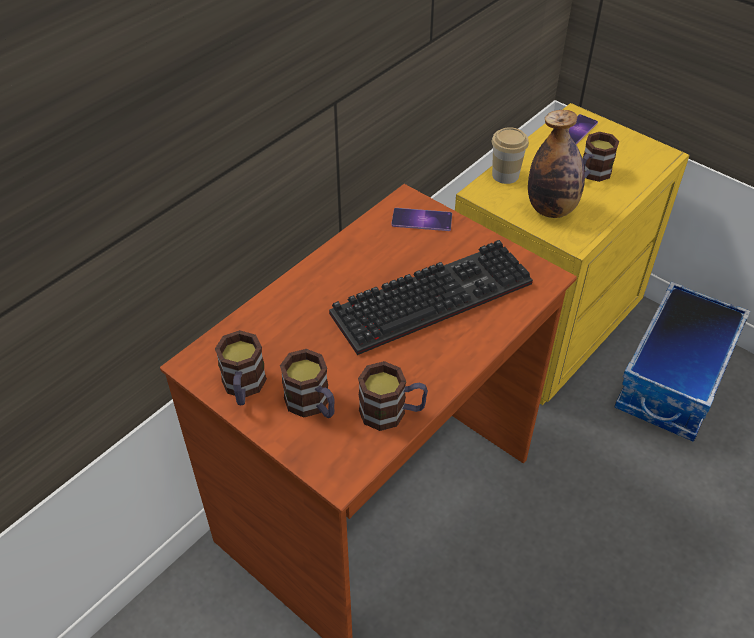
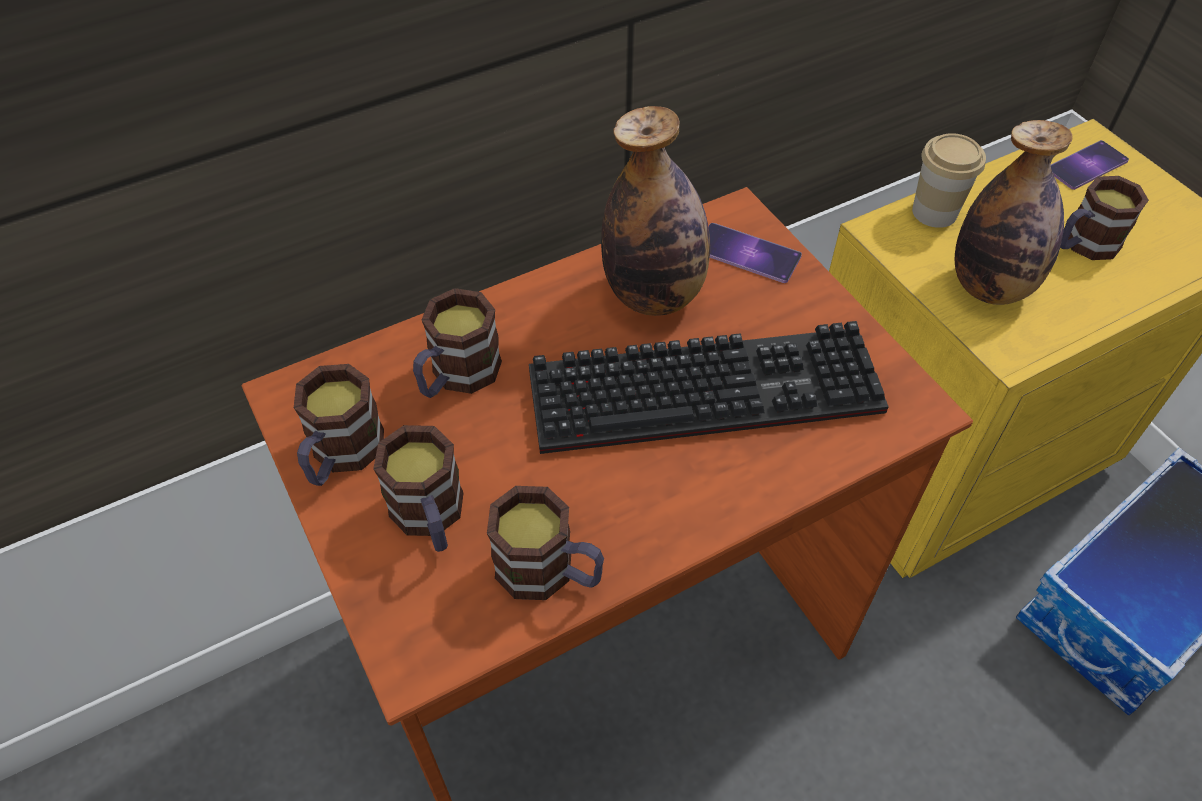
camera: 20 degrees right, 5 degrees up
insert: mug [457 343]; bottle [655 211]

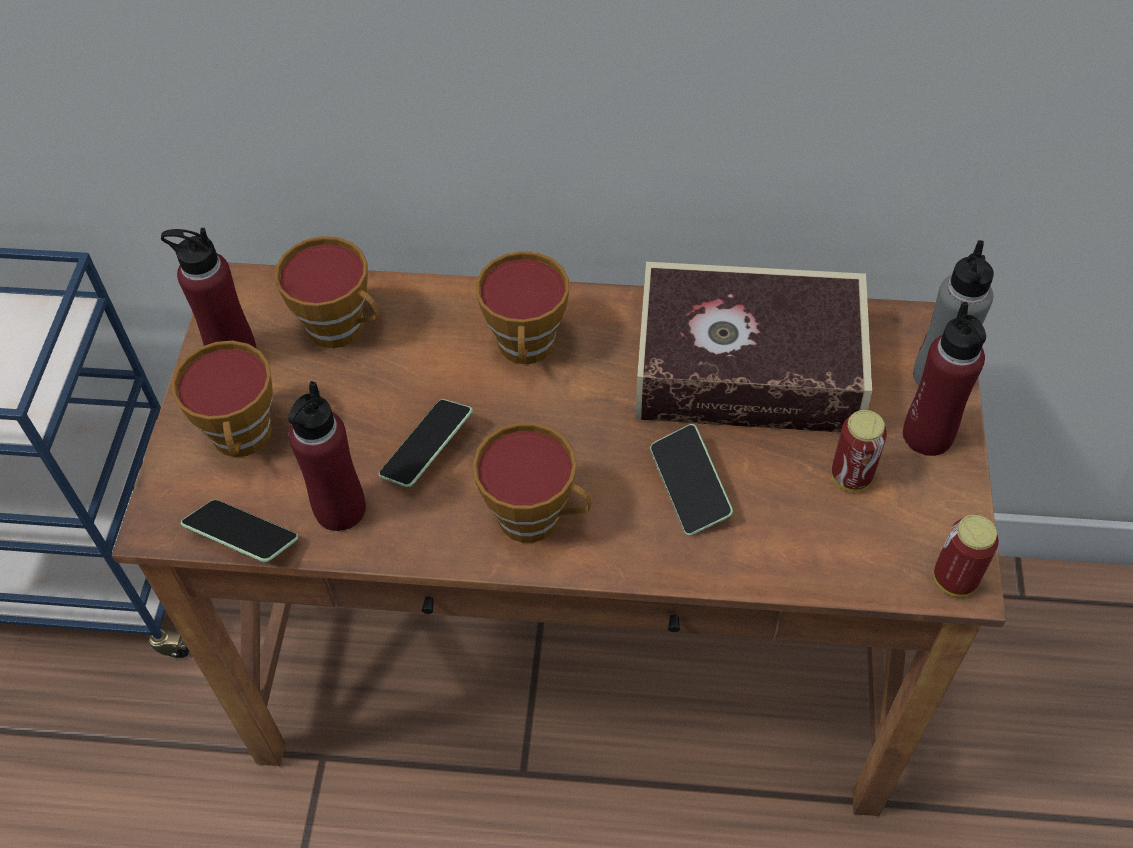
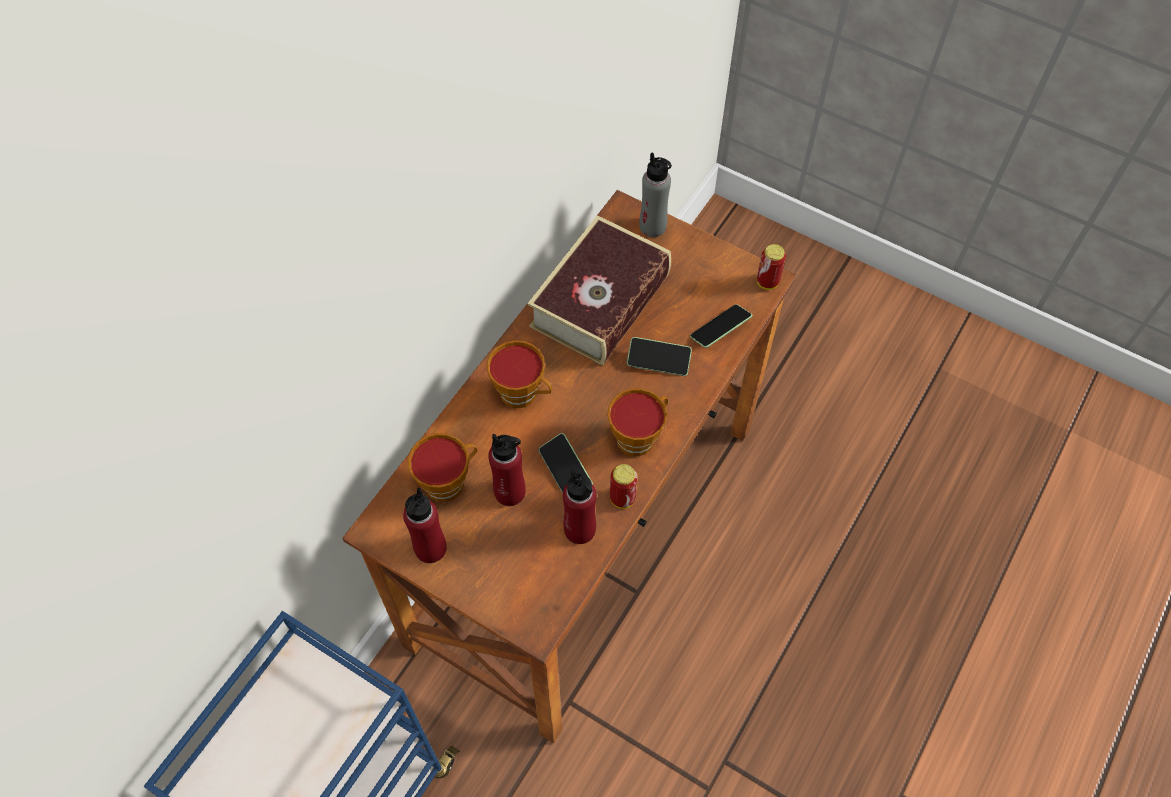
camera: 65 degrees left, 5 degrees up
delete: cup [222 399]
move: phone [239 531] to [721 326]; can [859 451] to [624 486]; red bottle [944 379] to [507 470]

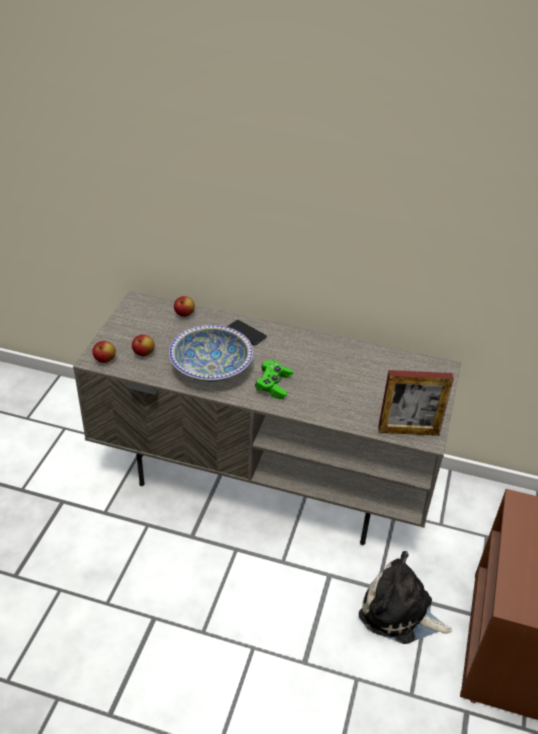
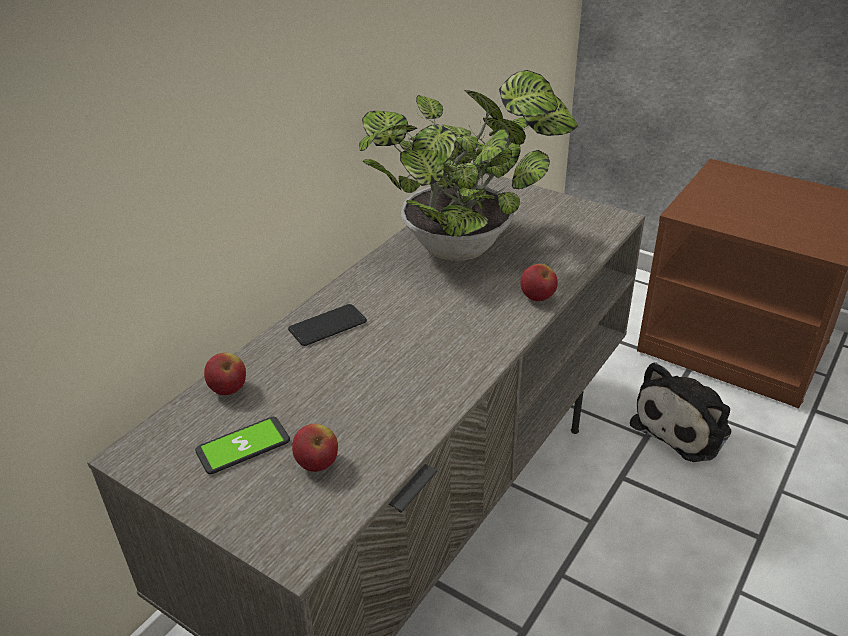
camera: 70 degrees left, 5 degrees down
delete: bowl [211 353]; green game controller [274 379]; picture frame [416 403]
insert: phone [242 445]; potted plant [468 165]
move: apple [104 352] to [539 282]

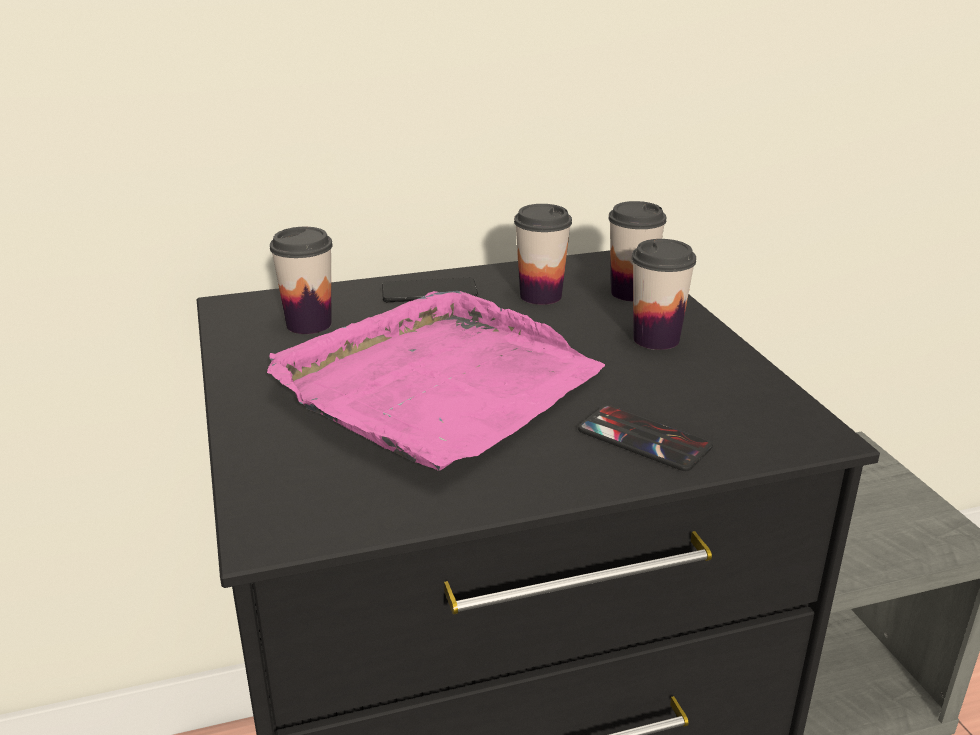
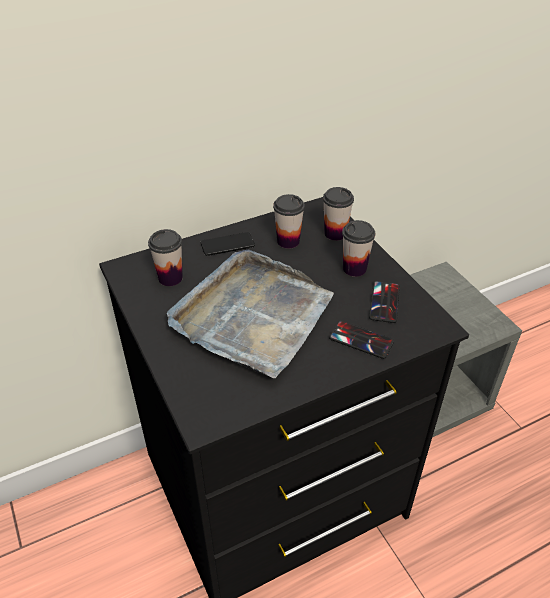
camera: 10 degrees left, 15 degrees up
insert: phone [384 302]
recolor: pink tray [436 381] to grey tray [250 314]

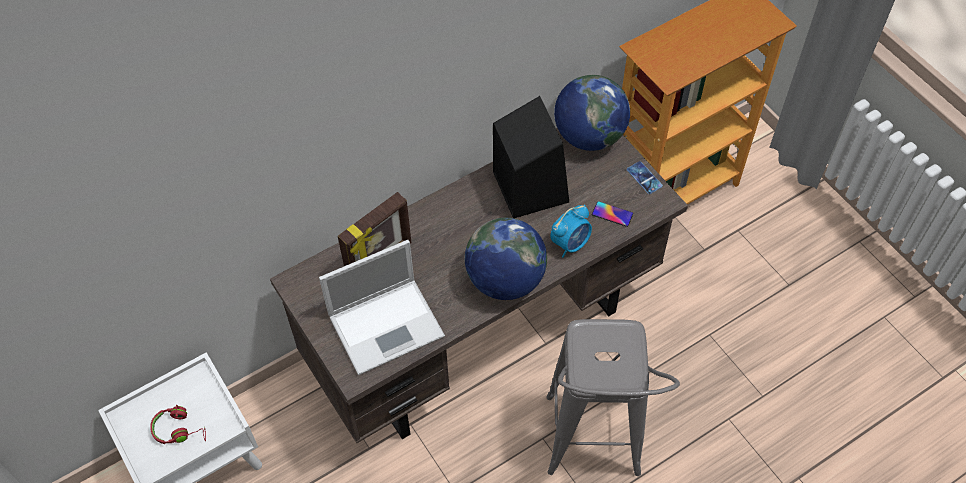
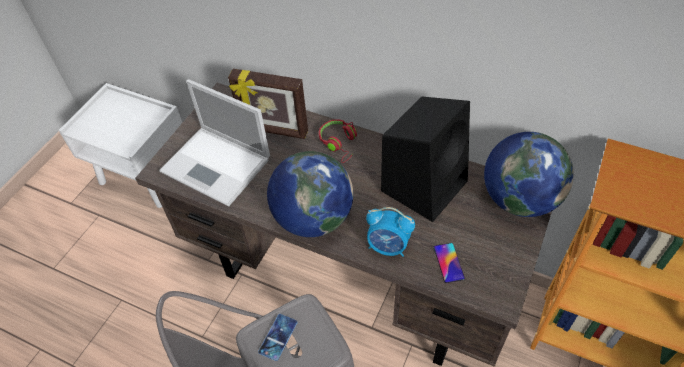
camera: 60 degrees right, 5 degrees down
move: red headphones [178 424] to [338 141]; phone [645 177] to [278 337]

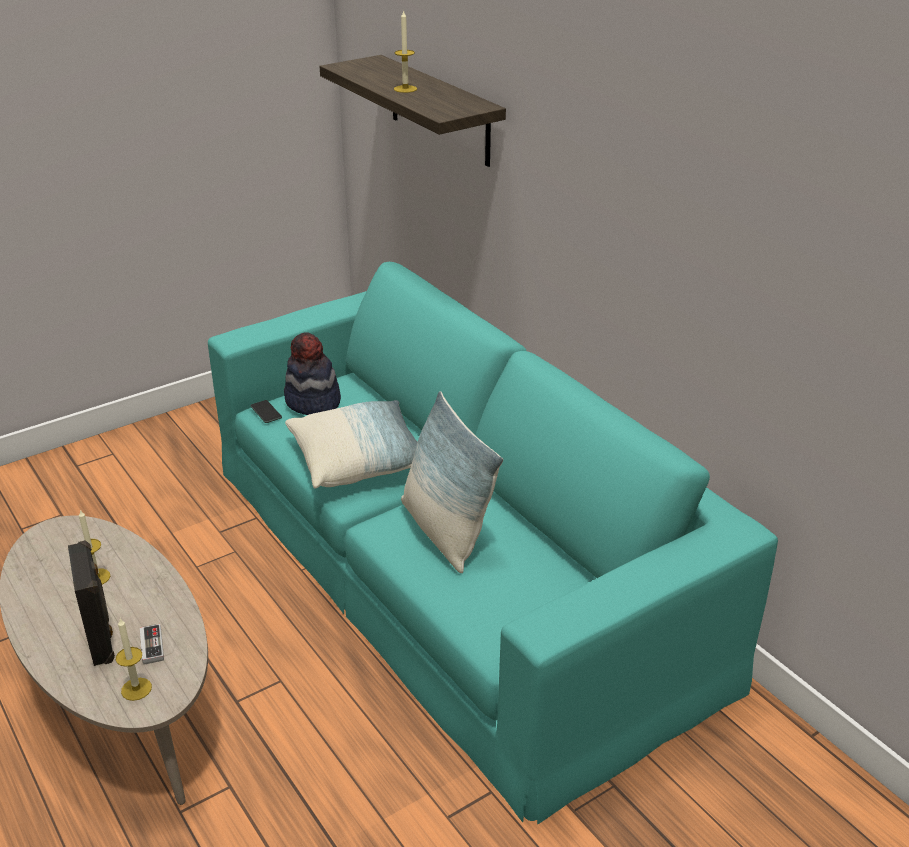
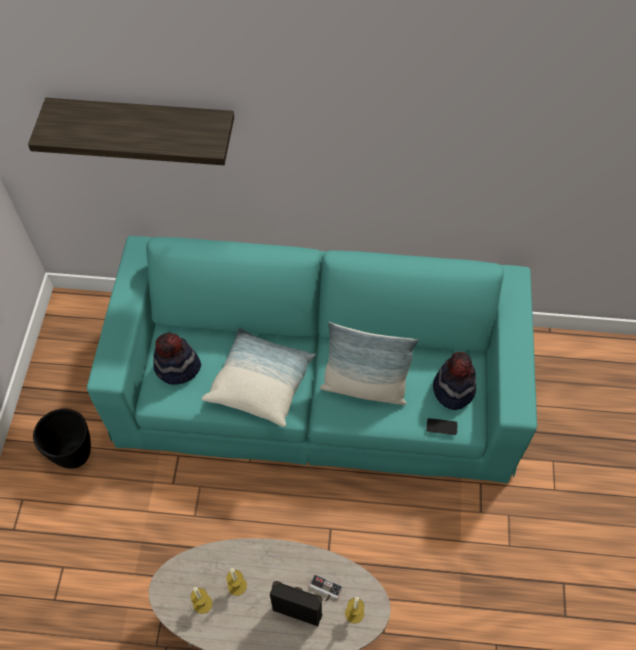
camera: 50 degrees left, 25 degrees up
insert: black planter [62 439]; hat [454 381]
move: phone [266 411] to [442 426]; candle [405 51] to [201 600]

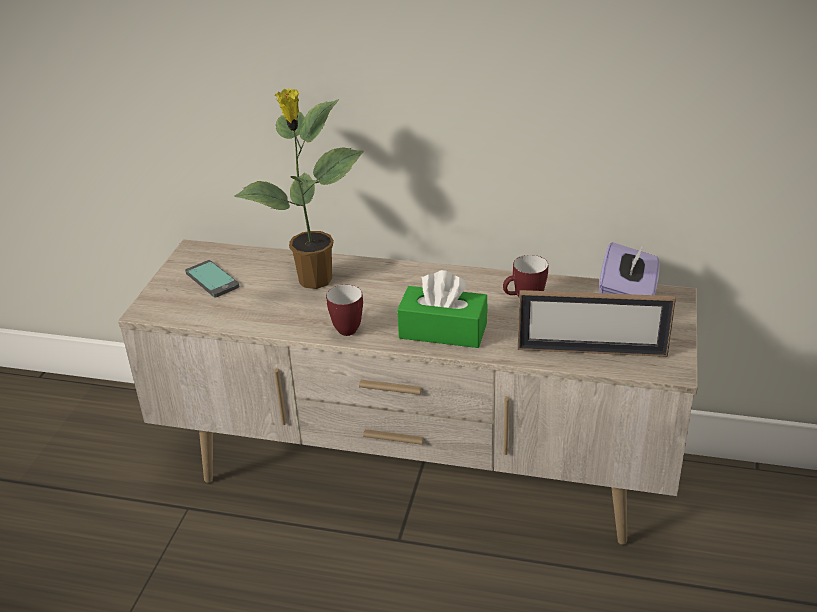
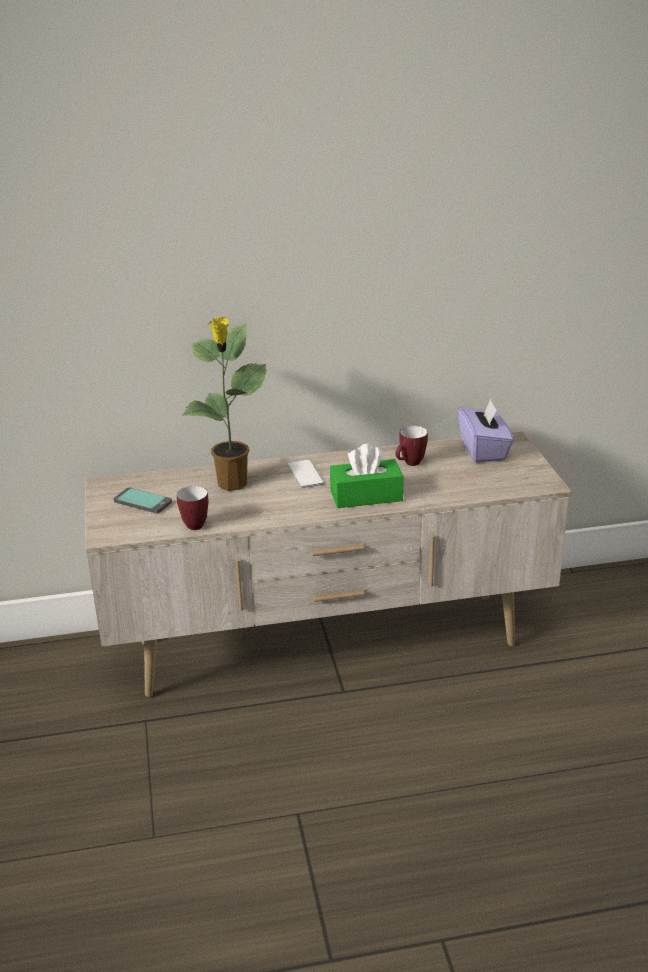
camera: 25 degrees left, 5 degrees down
delete: picture frame [597 323]
insert: phone [305 473]
move: mug [344 310] to [193 508]

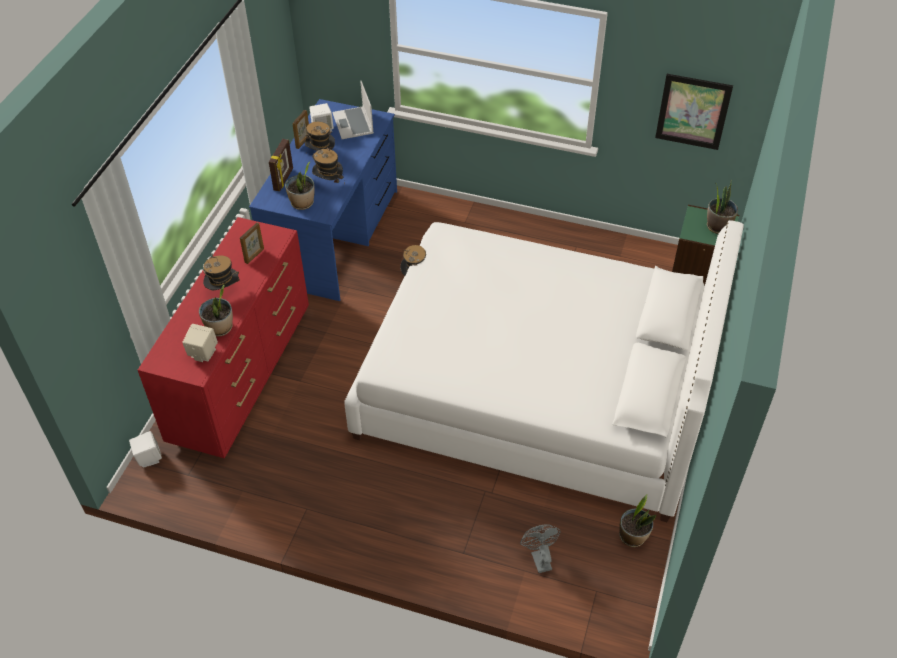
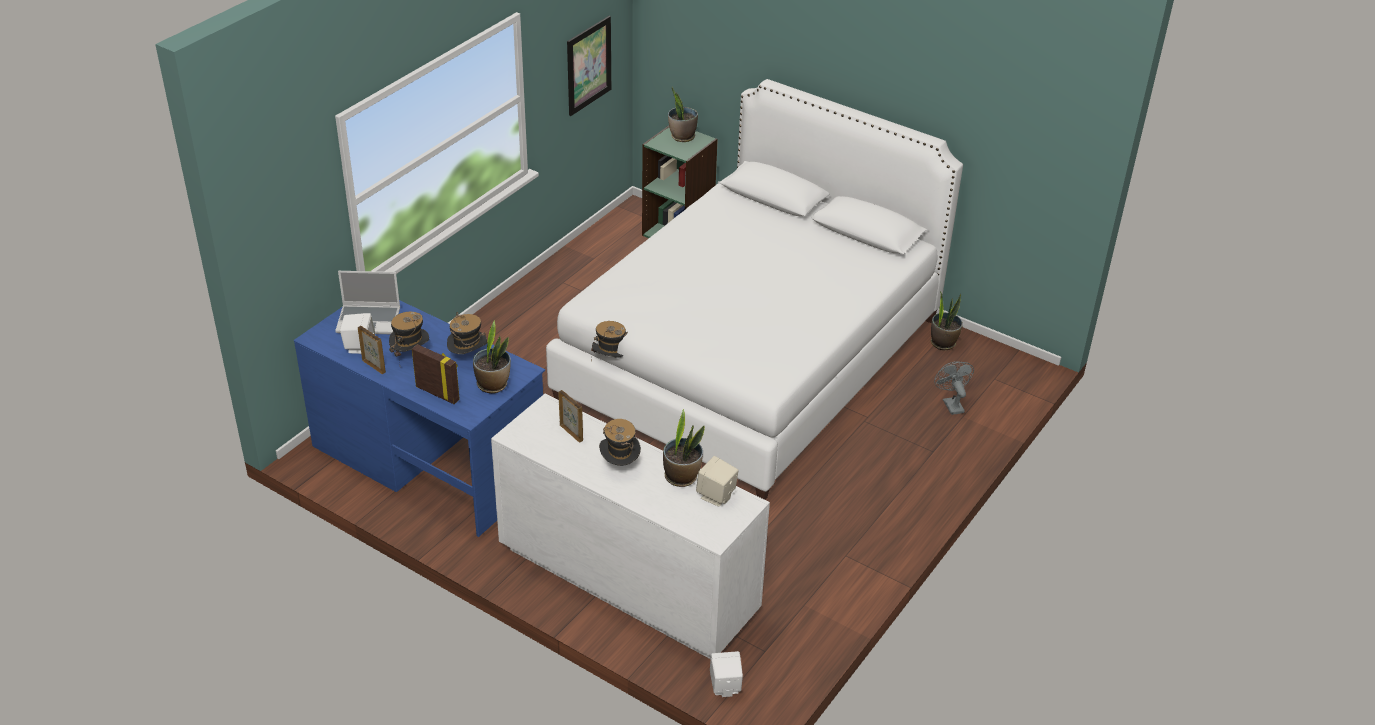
camera: 75 degrees left, 10 degrees down
recolor: red dresser [223 337] to white dresser [630 526]
rotate: grey fan [540 548] = [954 388] 75 degrees clockwise

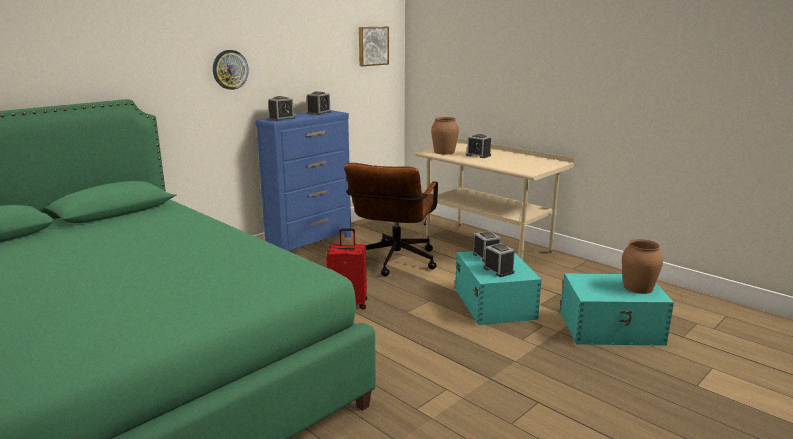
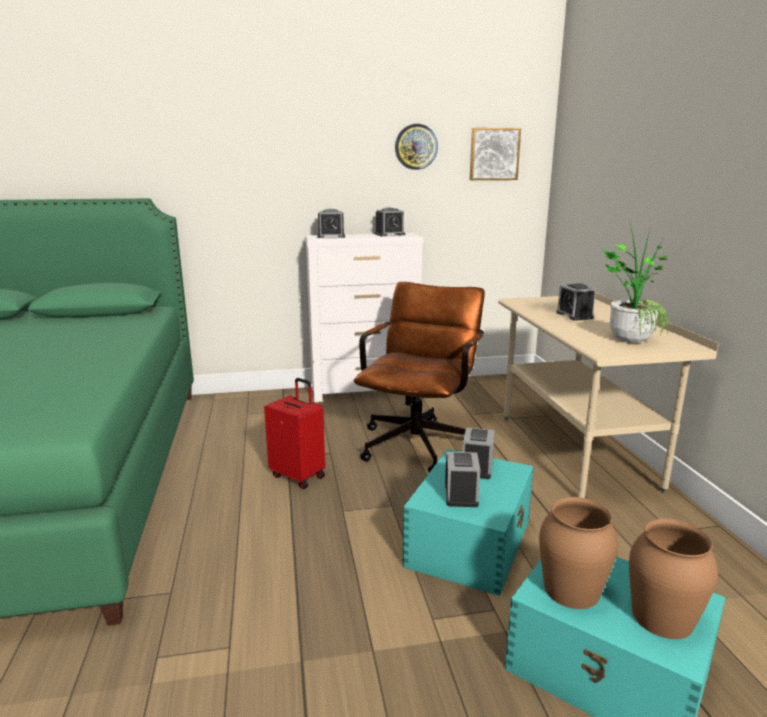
camera: 35 degrees right, 0 degrees up
insert: potted plant [634 281]
move: wall clock [231 70] to [416 147]; brown vase [445 135] to [578 553]
recolor: blue dresser [303 180] to white dresser [364 317]
rotate: brown office chair [391 219] = [419 377] 150 degrees clockwise

